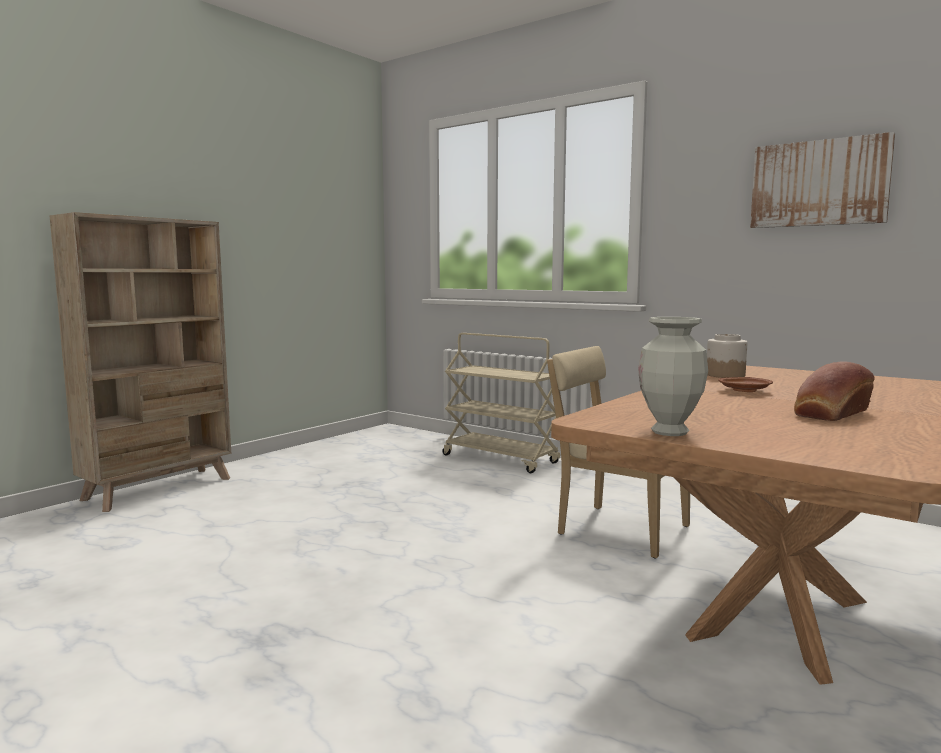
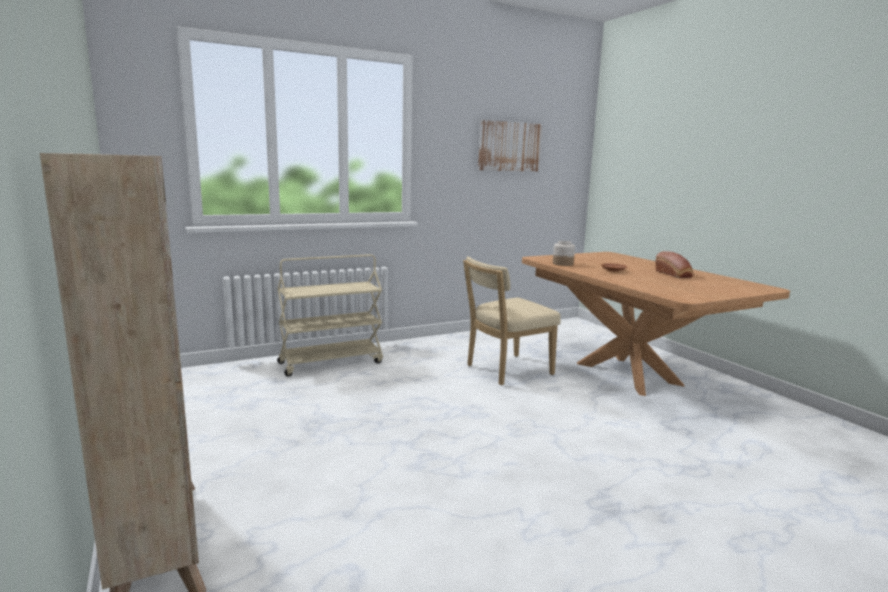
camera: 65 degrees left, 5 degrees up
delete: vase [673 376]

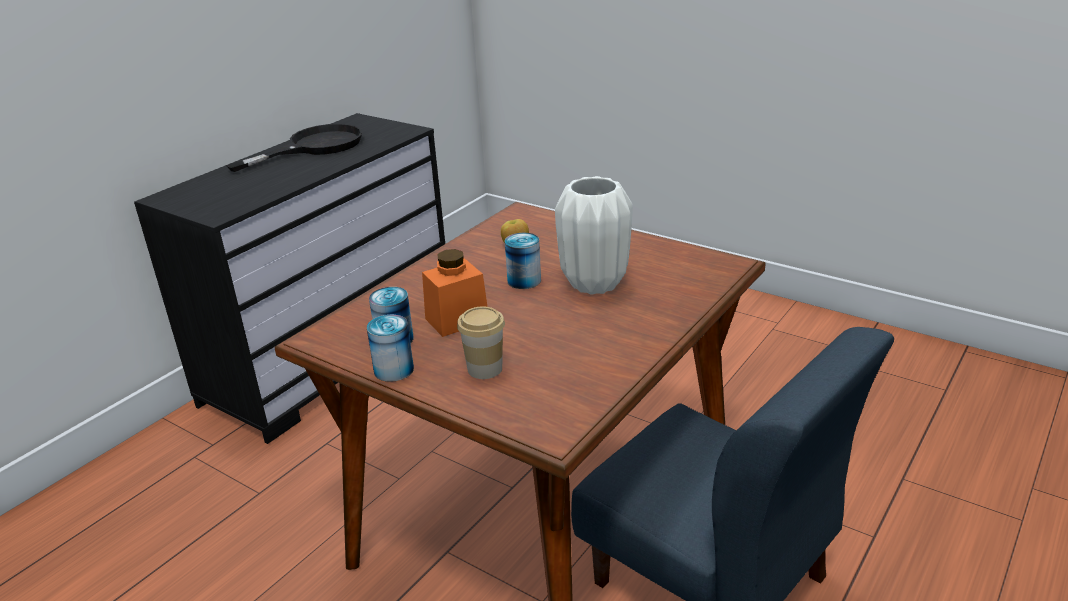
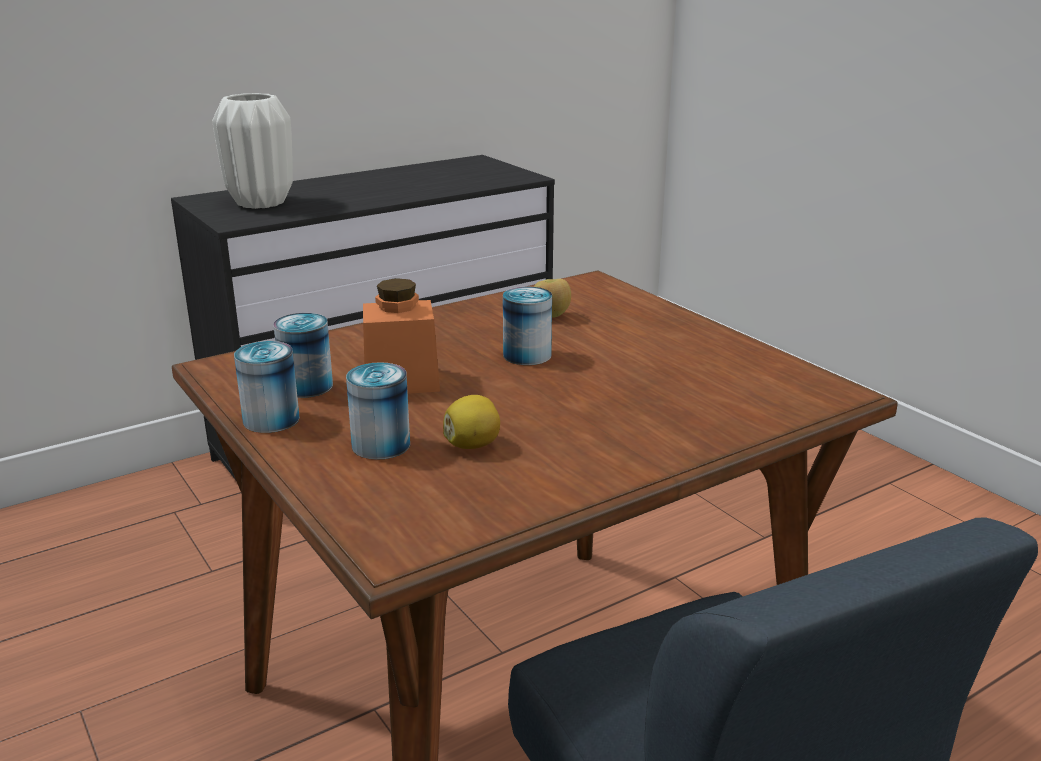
camera: 20 degrees right, 5 degrees down
delete: black frying pan [294 148]
insert: lemon [471 422]
move: white vase [594 235] to [252 151]
replace: cup [481 342] to can [378 411]

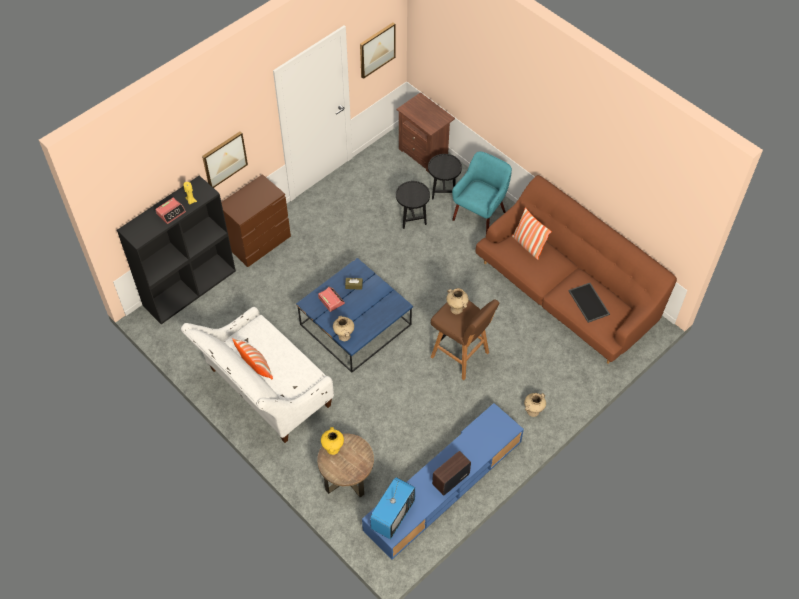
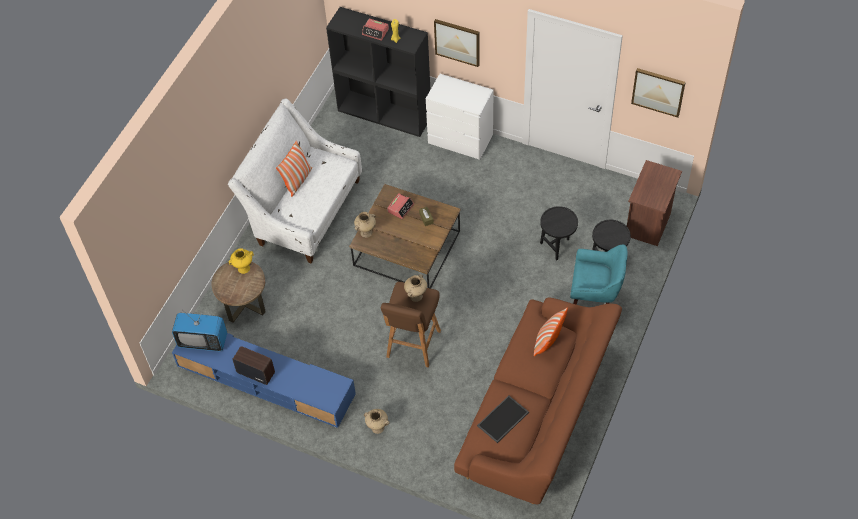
camera: 70 degrees right, 0 degrees up
recolor: brown dresser [256 220] to white dresser [459 117]; blue coffee table [354 315] to brown coffee table [404 236]

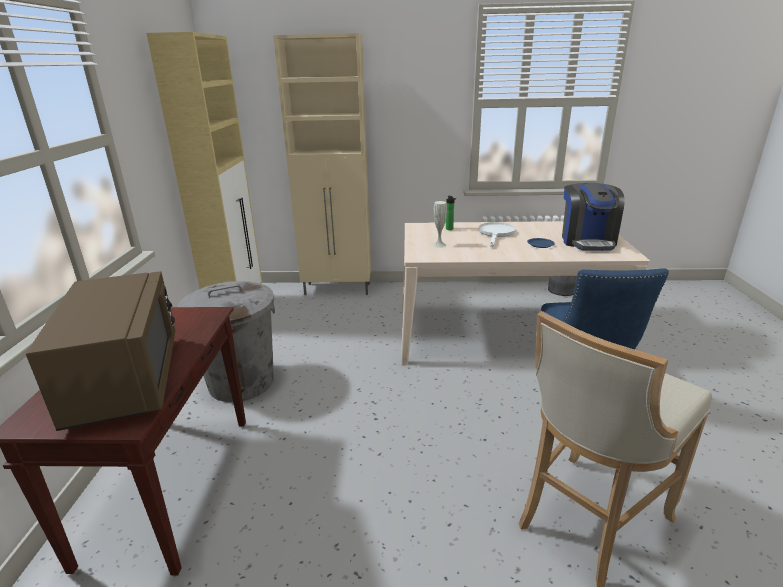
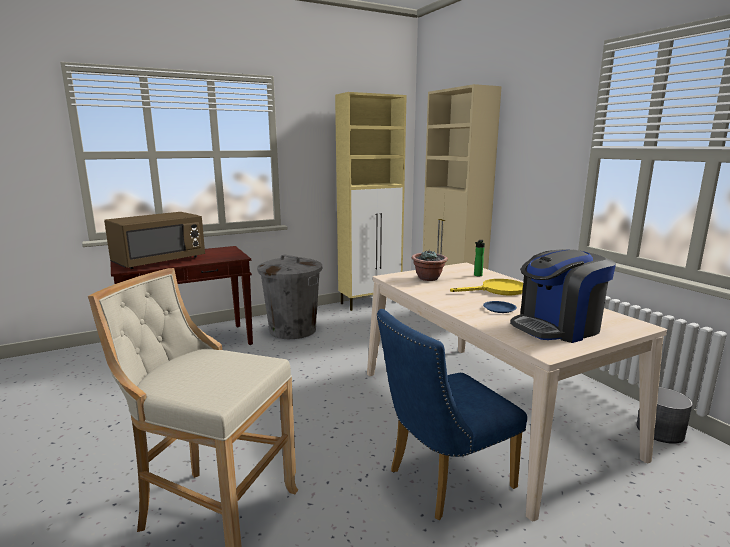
camera: 60 degrees right, 10 degrees down
replace: white vase [439 224] to potted plant [430 265]
recolor: white frying pan [497 234] to yellow frying pan [486 287]

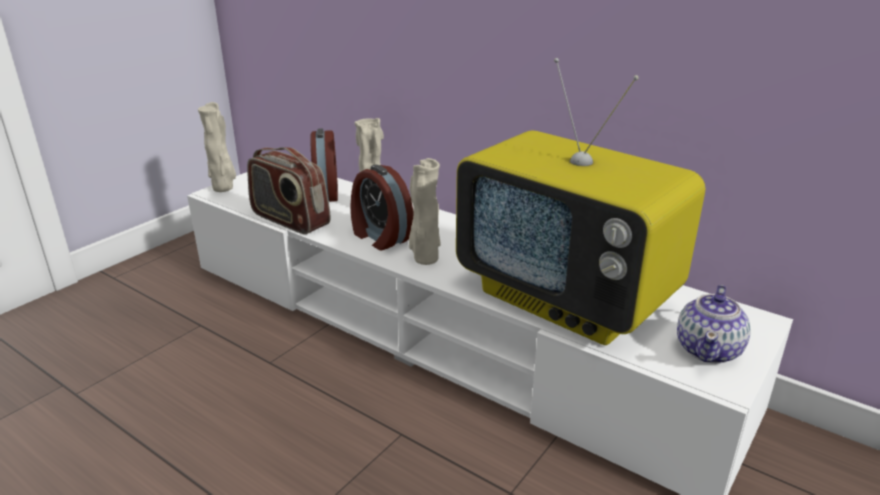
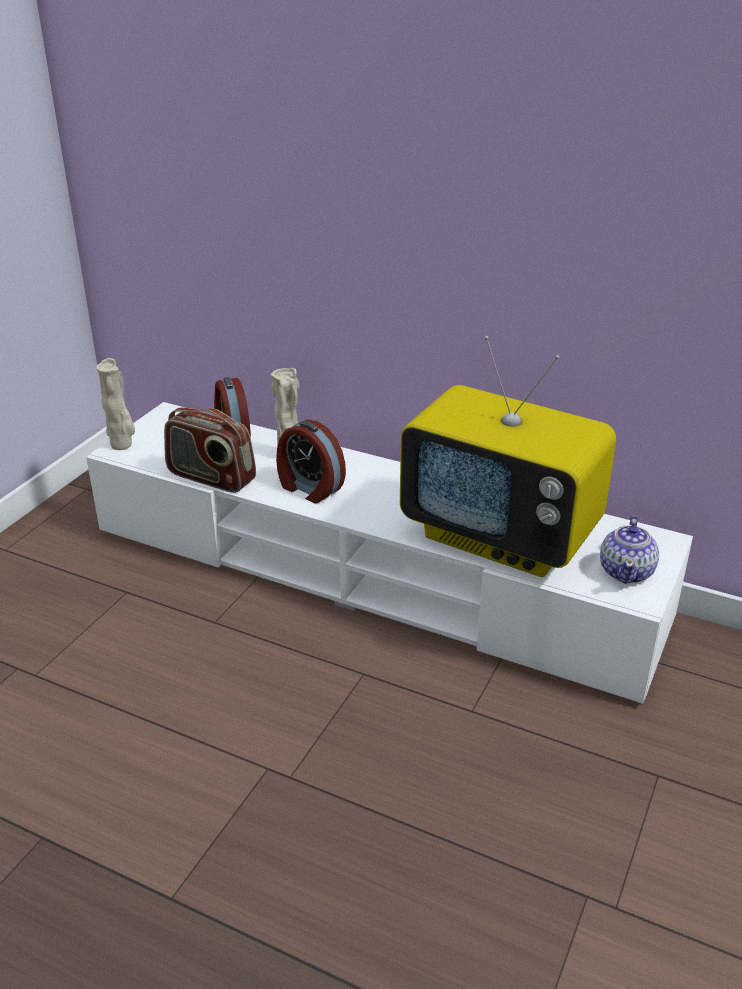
camera: 10 degrees left, 5 degrees up
delete: beige vase [425 211]

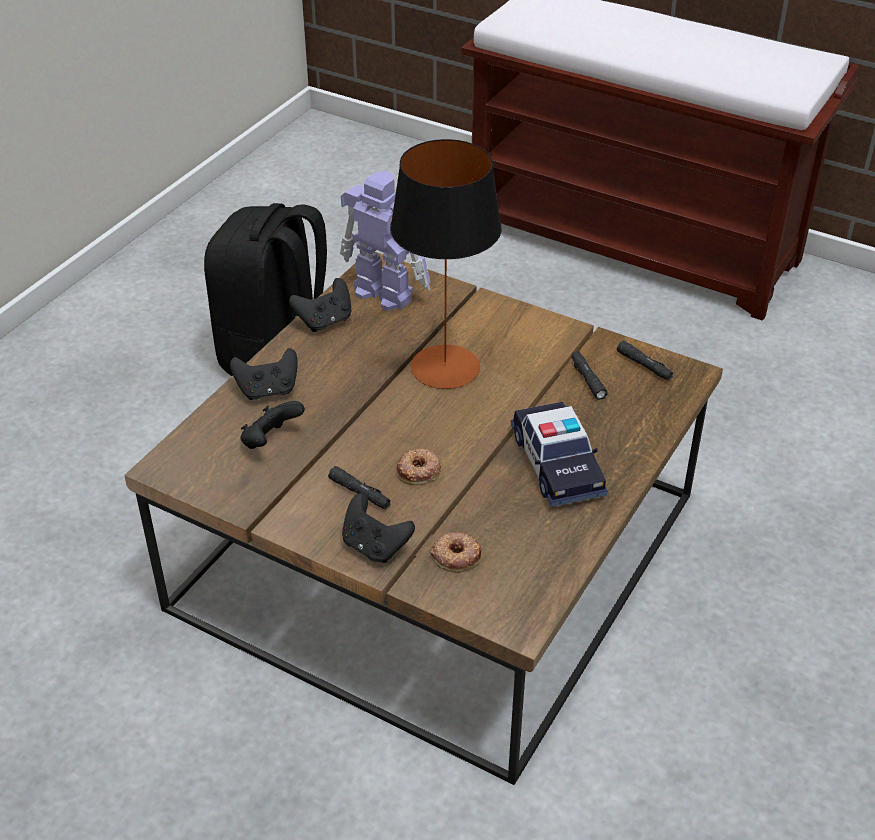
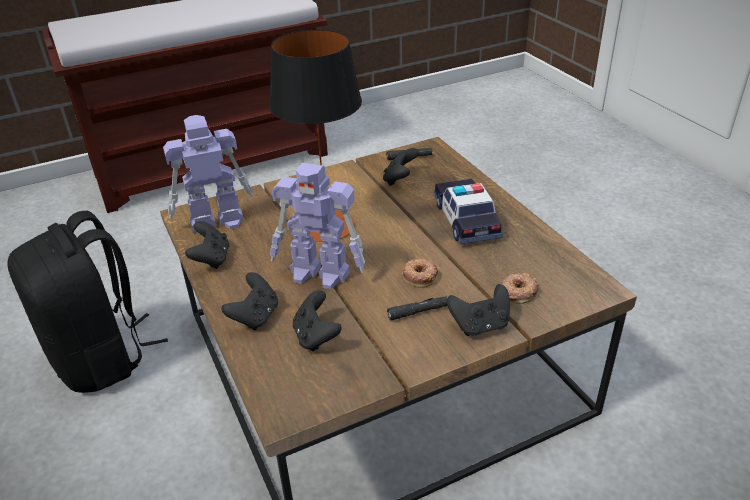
camera: 55 degrees left, 5 degrees down
insert: toy robot [317 226]
replace: black flashlight [590 375] to black game controller [401 167]
rotate: toy car [559 454] = [468 211] 120 degrees counterclockwise

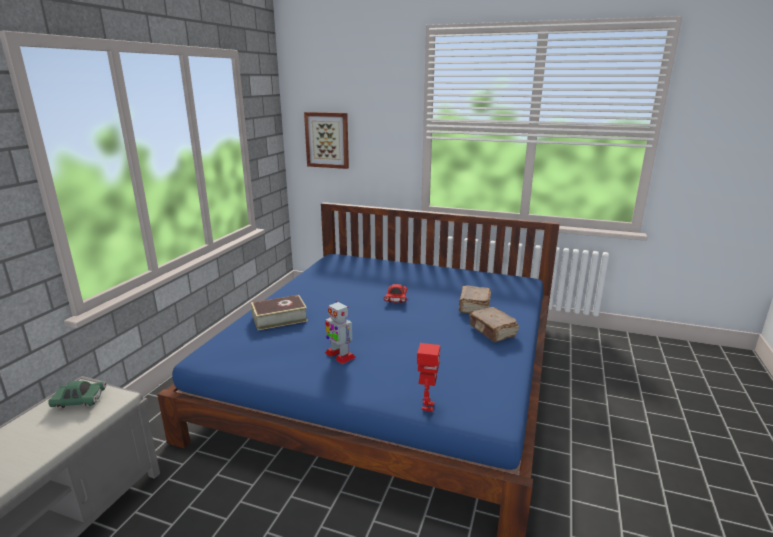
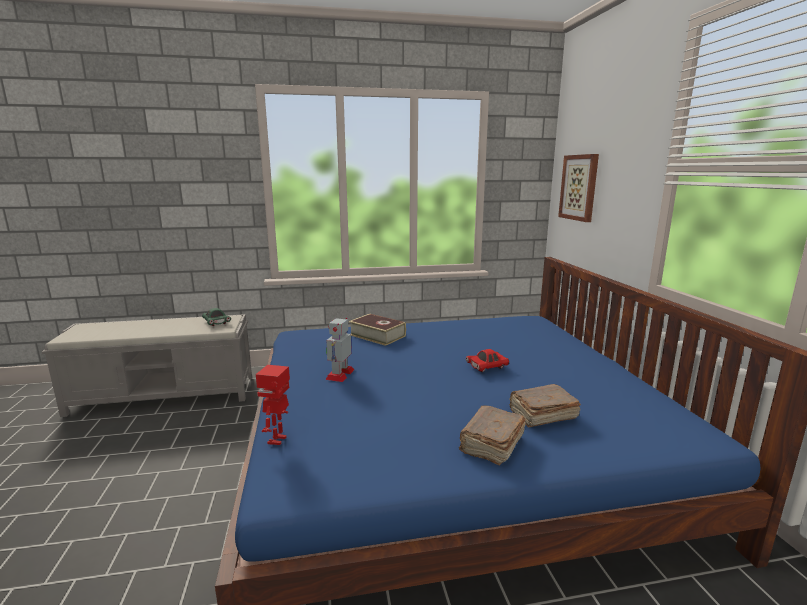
camera: 60 degrees right, 5 degrees down
rotate: toy robot [428 377] = [273 405] 120 degrees clockwise

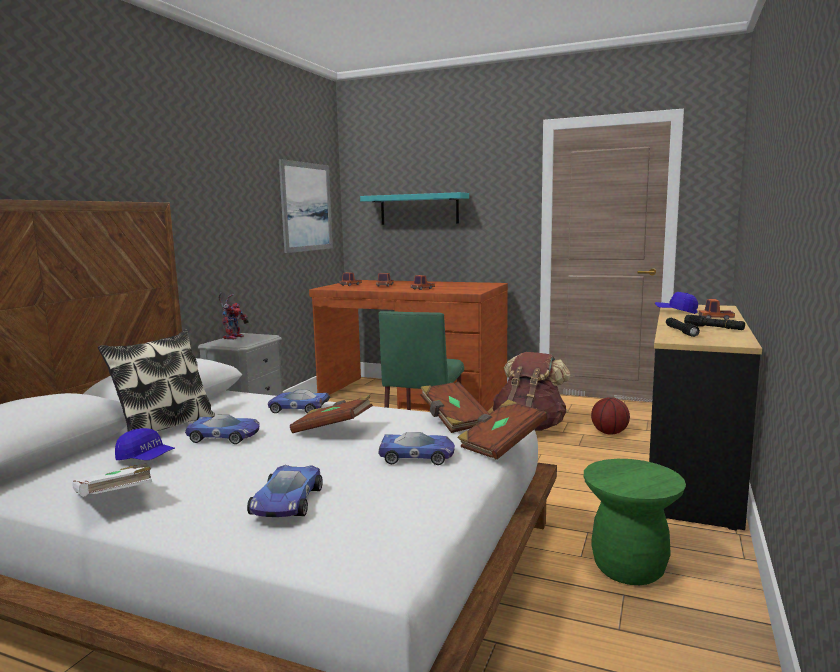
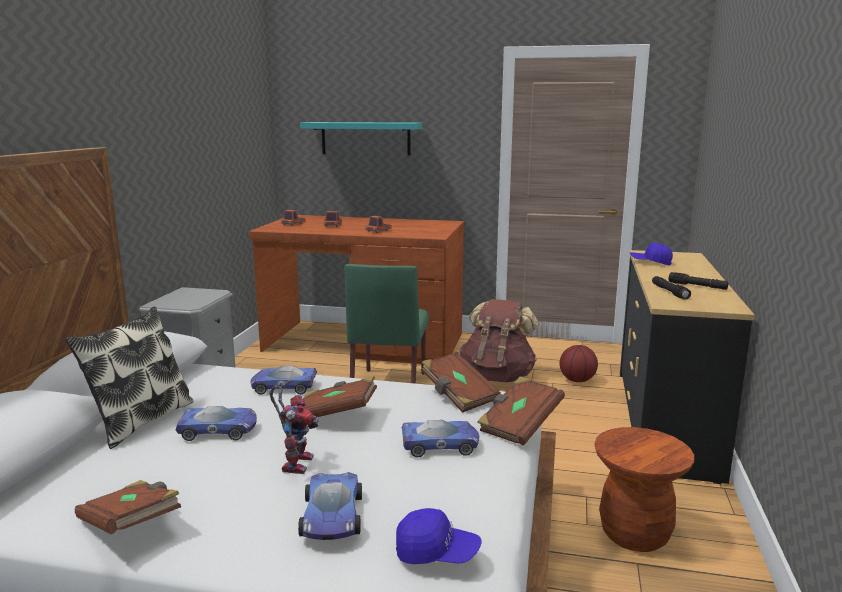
camera: 10 degrees left, 5 degrees up
delete: picture [306 206]; toy truck [717 309]
move: blue cap [145 444] to [439 536]; toy robot [233 316] to [293 426]
recolor: white book [112 480] to brown book [128 507]; green stool [635 522] to brown stool [644 489]

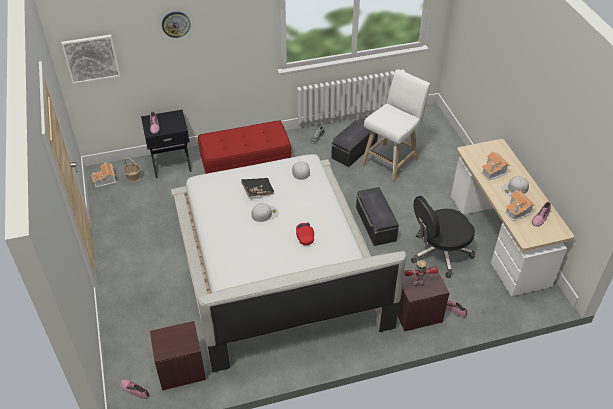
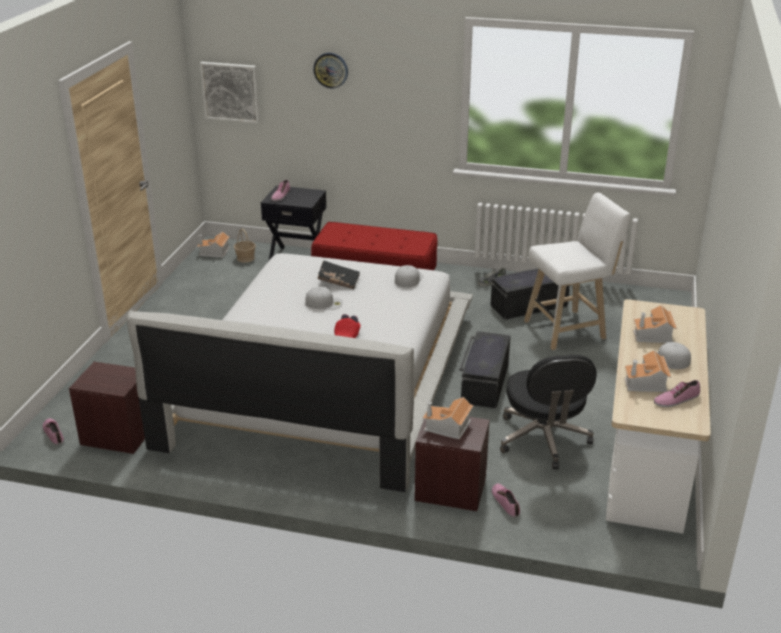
camera: 30 degrees right, 15 degrees down
replace: toy robot [421 273] to toy house [448 418]
rotate: black office chair [443 237] = [548 412] 105 degrees counterclockwise

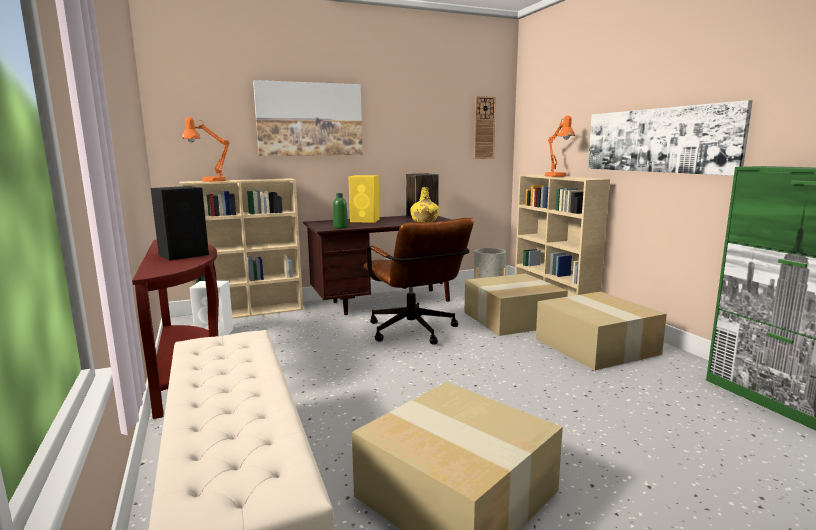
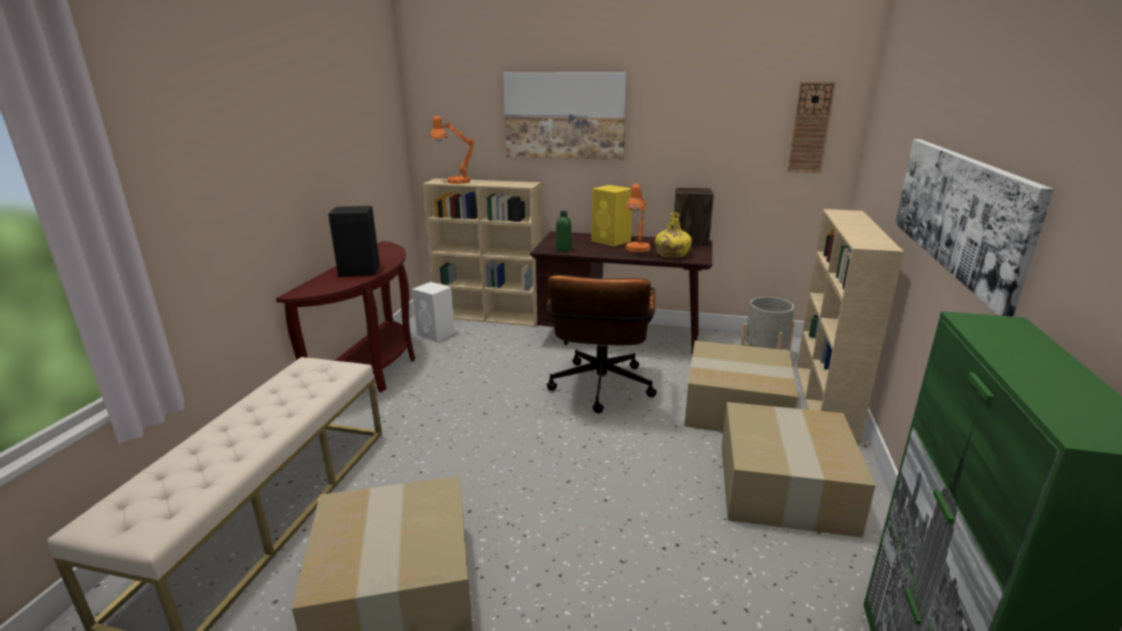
camera: 35 degrees right, 10 degrees up
move: orange table lamp [560 146] to [638 218]

